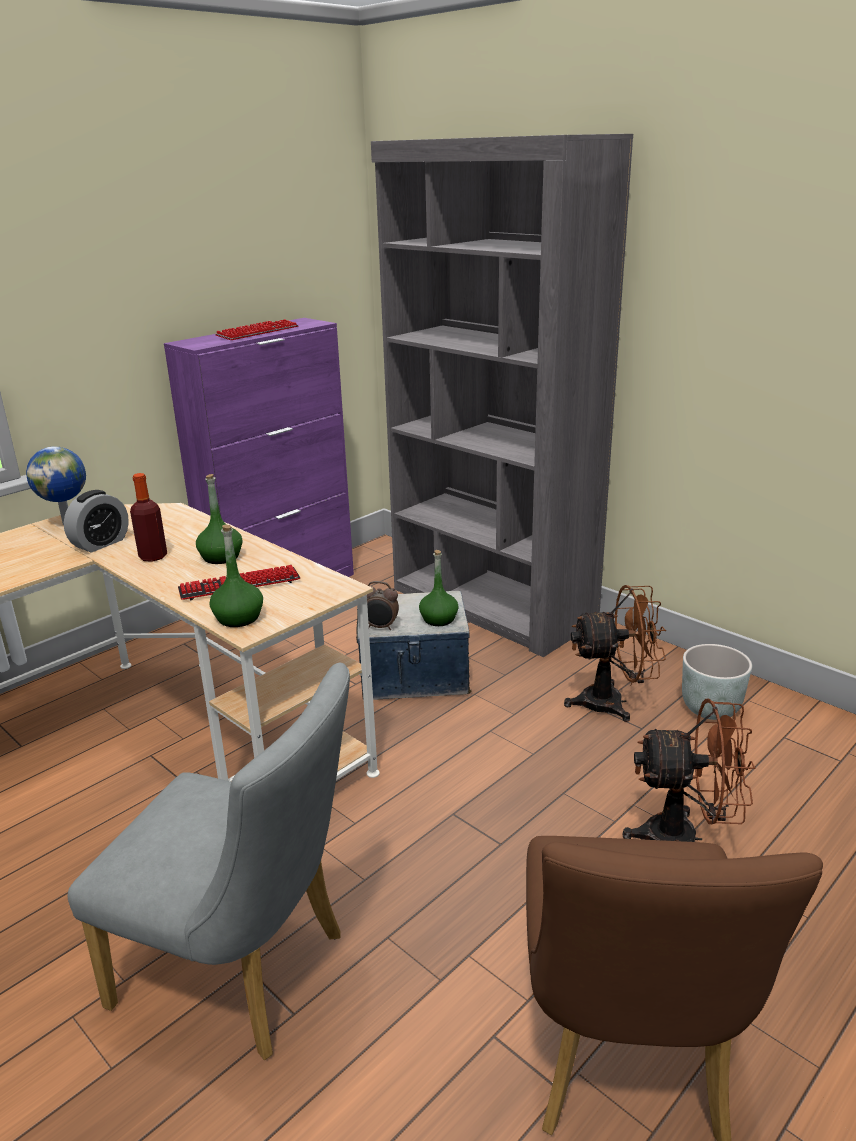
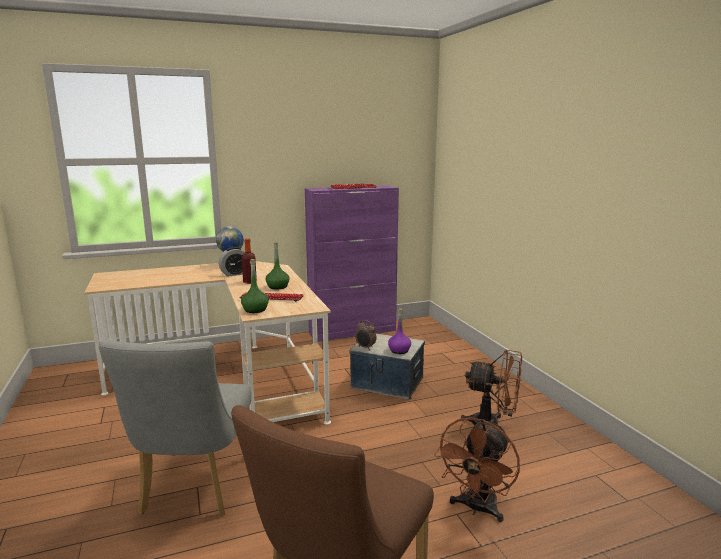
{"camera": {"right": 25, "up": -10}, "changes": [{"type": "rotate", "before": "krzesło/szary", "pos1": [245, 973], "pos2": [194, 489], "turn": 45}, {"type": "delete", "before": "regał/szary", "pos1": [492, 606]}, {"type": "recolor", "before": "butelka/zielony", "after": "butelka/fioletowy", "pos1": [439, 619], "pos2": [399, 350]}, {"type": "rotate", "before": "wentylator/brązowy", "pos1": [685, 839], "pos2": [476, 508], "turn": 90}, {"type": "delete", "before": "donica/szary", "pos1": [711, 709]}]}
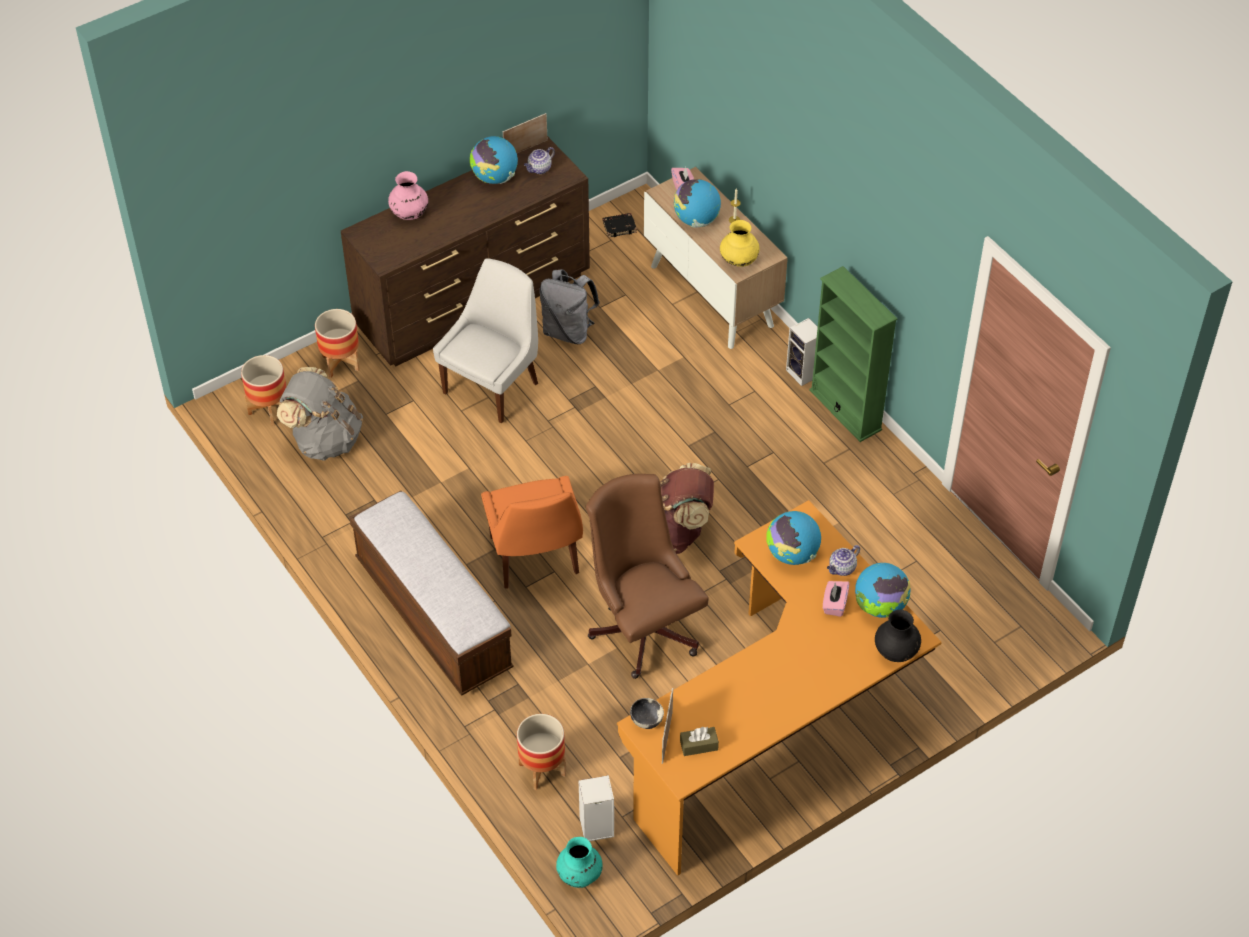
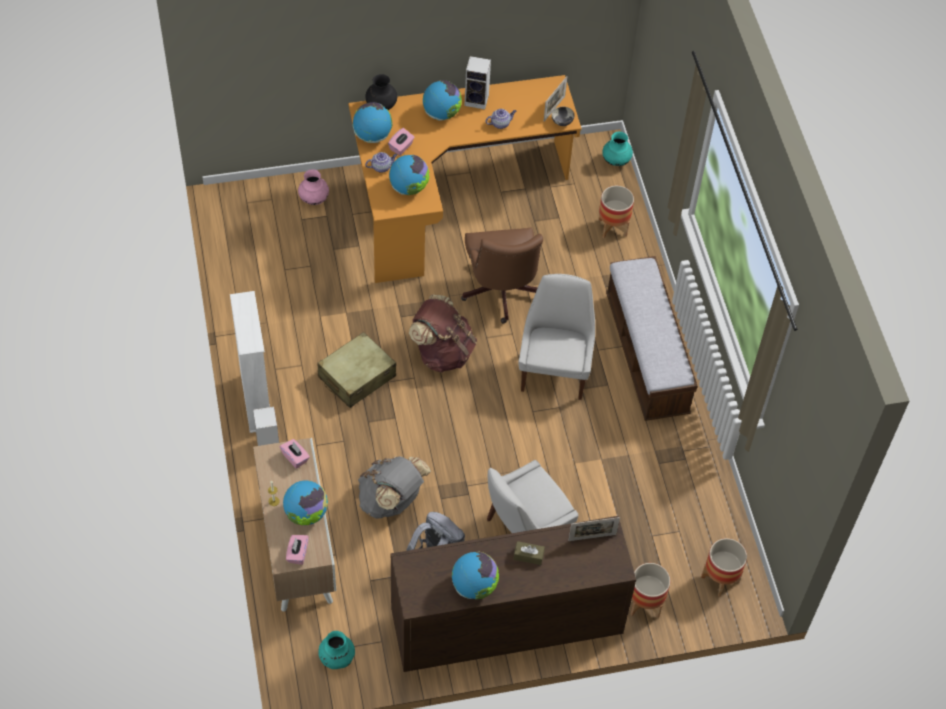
{"camera": {"right": -160, "up": 5}, "changes": [{"type": "move", "before": "plecak/szary", "pos1": [325, 439], "pos2": [391, 501]}, {"type": "move", "before": "wazon/różowy", "pos1": [409, 214], "pos2": [314, 199]}, {"type": "recolor", "before": "krzesło/pomarańczowy", "after": "krzesło/biały", "pos1": [535, 558], "pos2": [555, 370]}, {"type": "move", "before": "ramka na zdjęcie", "pos1": [525, 149], "pos2": [592, 537]}, {"type": "move", "before": "imbryk", "pos1": [539, 169], "pos2": [500, 123]}, {"type": "move", "before": "głośnik", "pos1": [595, 828], "pos2": [477, 100]}, {"type": "replace", "before": "książka/czarny", "after": "wazon/turkusowy", "pos1": [619, 227], "pos2": [337, 658]}, {"type": "move", "before": "pudełko chusteczek/brązowy", "pos1": [699, 745], "pos2": [528, 556]}, {"type": "replace", "before": "wazon/żółty", "after": "pudełko chusteczek/różowy", "pos1": [739, 261], "pos2": [295, 458]}, {"type": "recolor", "before": "regał/zielony", "after": "regał/biały", "pos1": [845, 410], "pos2": [256, 401]}, {"type": "insert", "after": "walizka/beżowy", "pos2": [356, 377]}, {"type": "insert", "after": "globus", "pos2": [441, 113]}]}
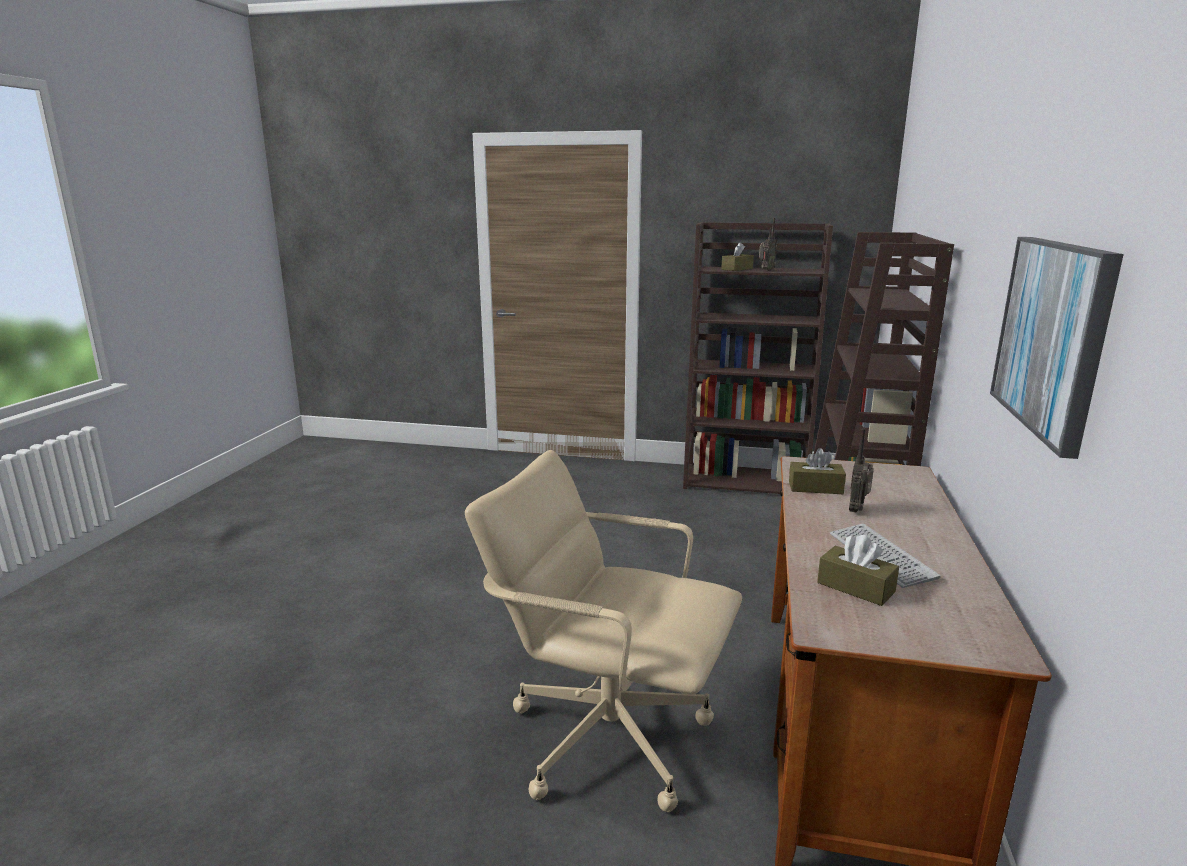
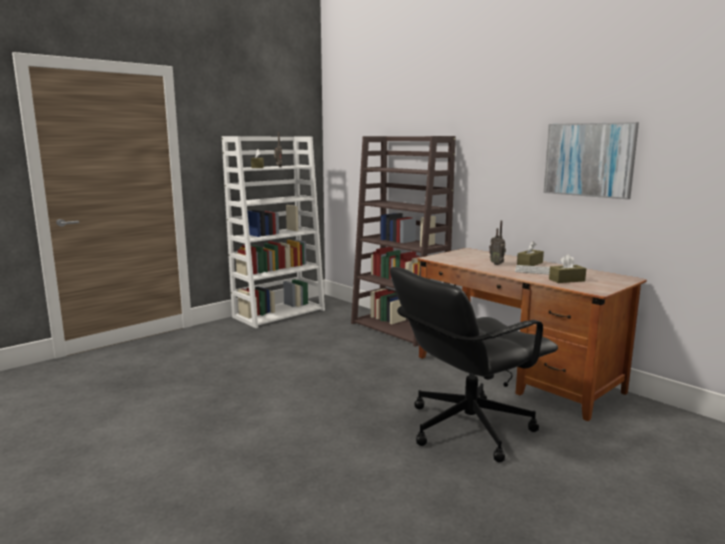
{"camera": {"right": -55, "up": -5}, "changes": [{"type": "recolor", "before": "krzesło biurowe/beżowy", "after": "krzesło biurowe/czarny", "pos1": [607, 735], "pos2": [467, 427]}, {"type": "recolor", "before": "regał/brązowy", "after": "regał/biały", "pos1": [746, 481], "pos2": [279, 313]}, {"type": "move", "before": "pudełko chusteczek/brązowy", "pos1": [815, 488], "pos2": [530, 263]}]}
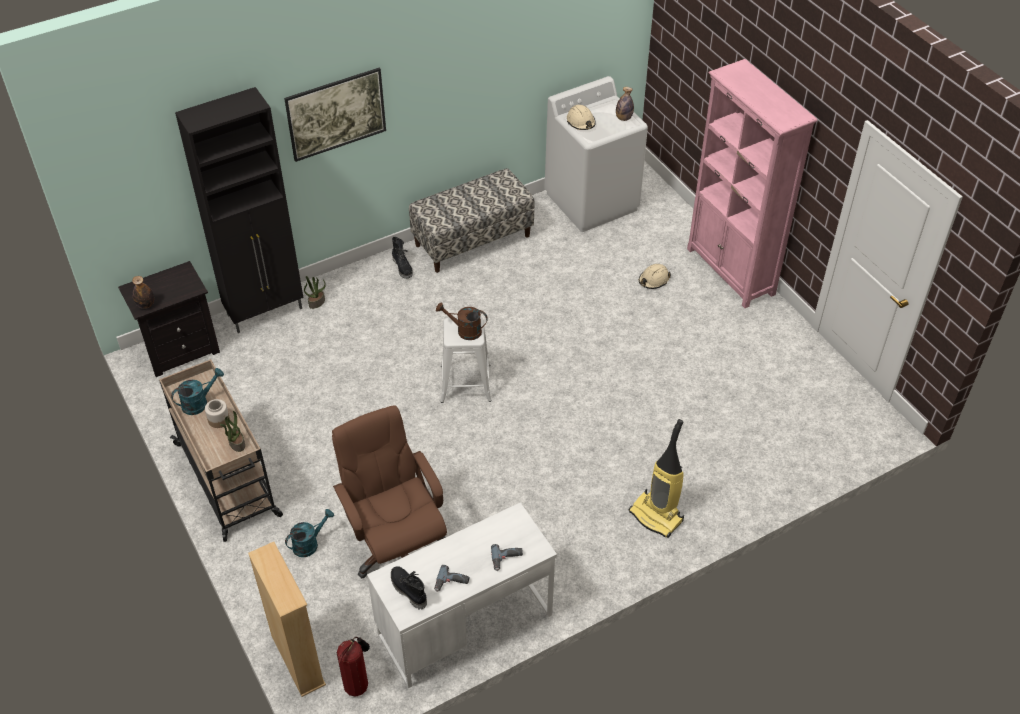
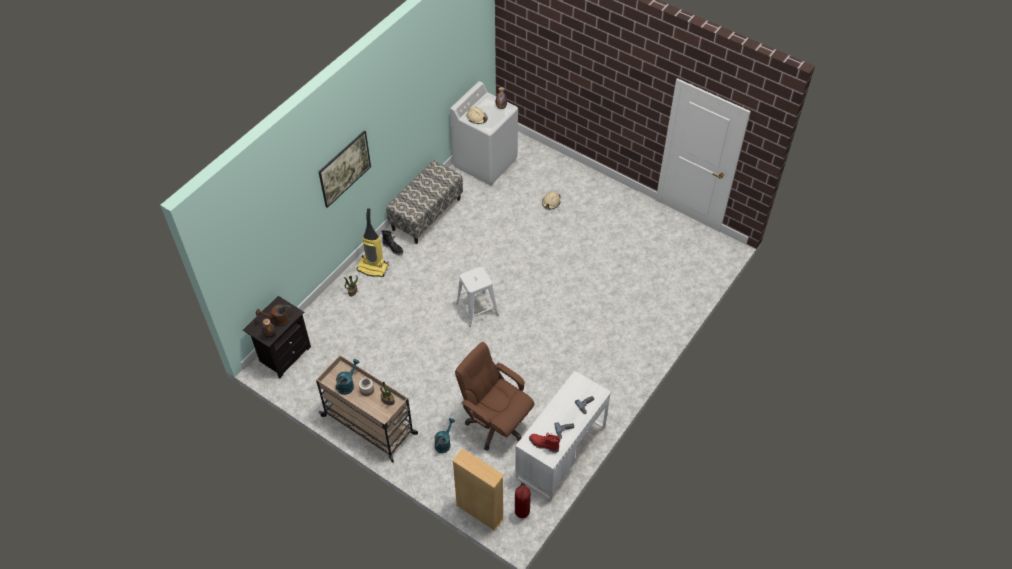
{"camera": {"right": -25, "up": 5}, "changes": [{"type": "delete", "before": "szafka/czarny", "pos1": [266, 311]}, {"type": "recolor", "before": "but z cholewką/czarny", "after": "but z cholewką/czerwony", "pos1": [407, 590], "pos2": [543, 445]}, {"type": "move", "before": "konewka/brązowy", "pos1": [464, 331], "pos2": [278, 320]}, {"type": "move", "before": "odkurzacz", "pos1": [657, 516], "pos2": [373, 267]}, {"type": "delete", "before": "regał/różowy", "pos1": [731, 272]}]}
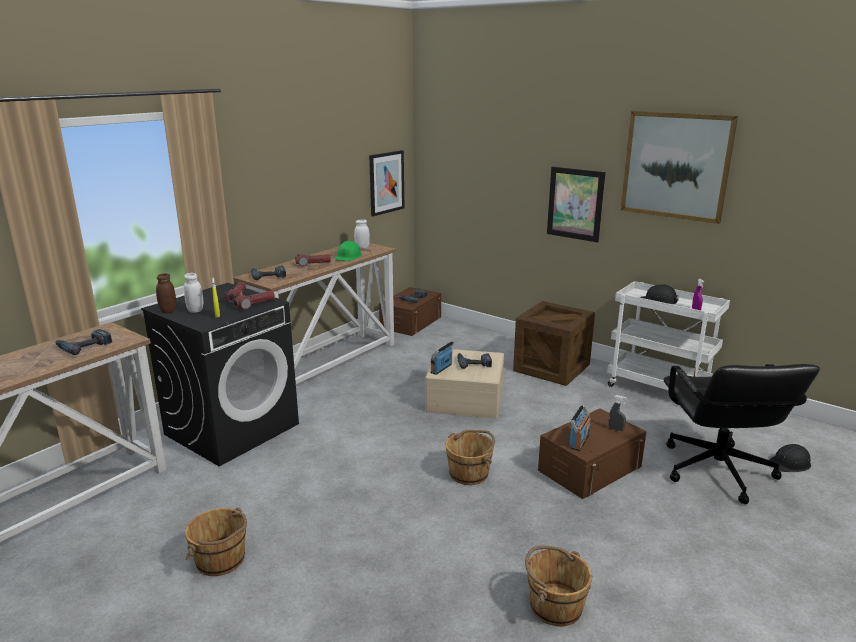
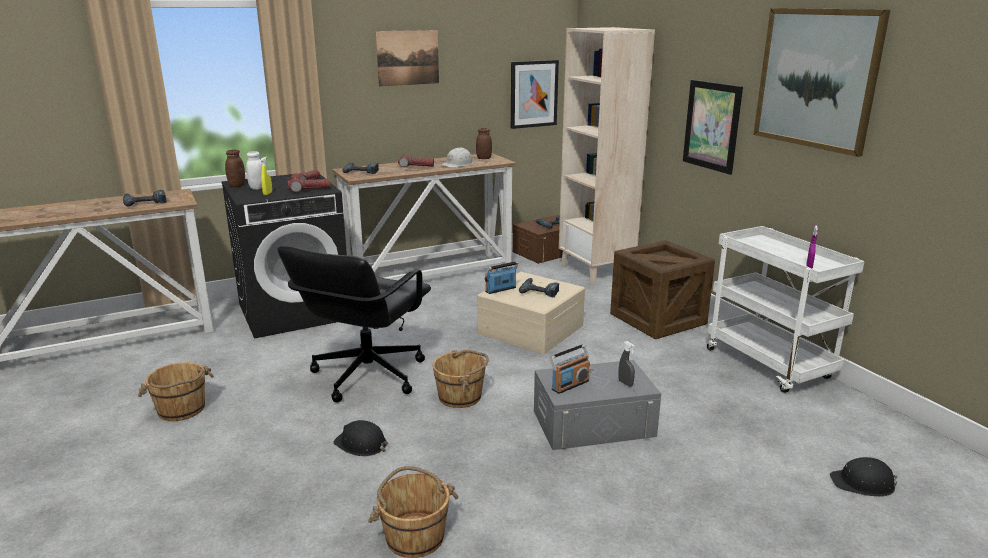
{"camera": {"right": 25, "up": 0}, "changes": [{"type": "recolor", "before": "kask/zielony", "after": "kask/biały", "pos1": [348, 257], "pos2": [458, 164]}, {"type": "recolor", "before": "słoik/biały", "after": "słoik/brązowy", "pos1": [362, 247], "pos2": [484, 158]}, {"type": "recolor", "before": "pojemnik do przechowywania/brązowy", "after": "pojemnik do przechowywania/szary", "pos1": [590, 468], "pos2": [593, 423]}, {"type": "move", "before": "kask/czarny", "pos1": [659, 301], "pos2": [361, 444]}, {"type": "move", "before": "krzesło biurowe/czarny", "pos1": [716, 471], "pos2": [366, 375]}, {"type": "insert", "after": "obraz", "pos2": [408, 58]}, {"type": "insert", "after": "regał/beżowy", "pos2": [596, 270]}]}
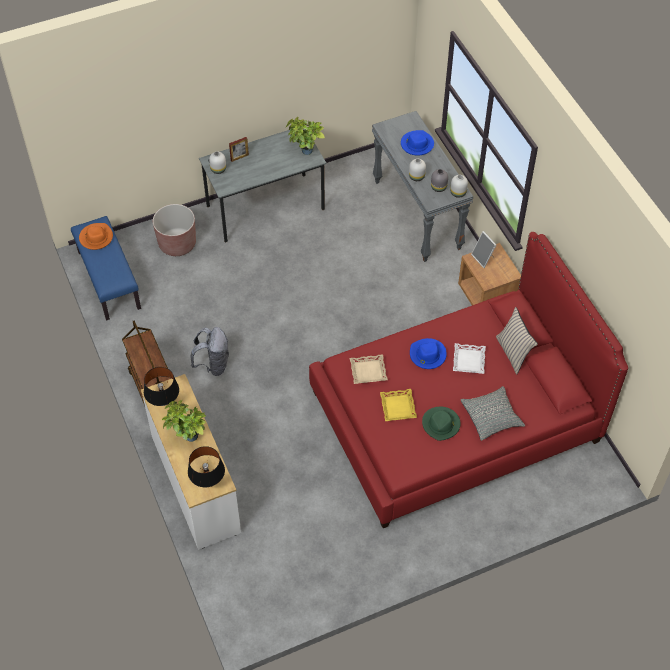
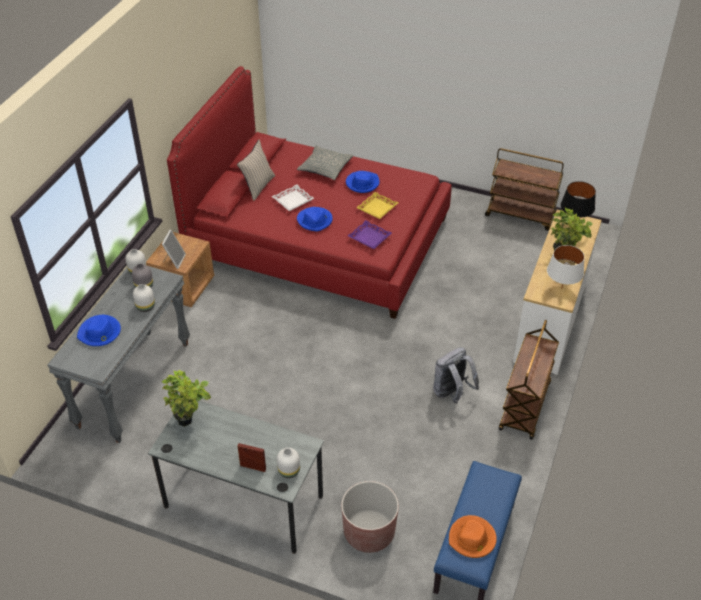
{"camera": {"right": -135, "up": -10}, "changes": [{"type": "recolor", "before": "lampa stołowa/czarny", "after": "lampa stołowa/biały", "pos1": [163, 403], "pos2": [561, 289]}, {"type": "recolor", "before": "taca/beżowy", "after": "taca/fioletowy", "pos1": [368, 371], "pos2": [369, 237]}, {"type": "recolor", "before": "kapelusz/zielony", "after": "kapelusz/niebieski", "pos1": [441, 424], "pos2": [362, 183]}, {"type": "insert", "after": "wózek/brązowy", "pos2": [521, 215]}]}
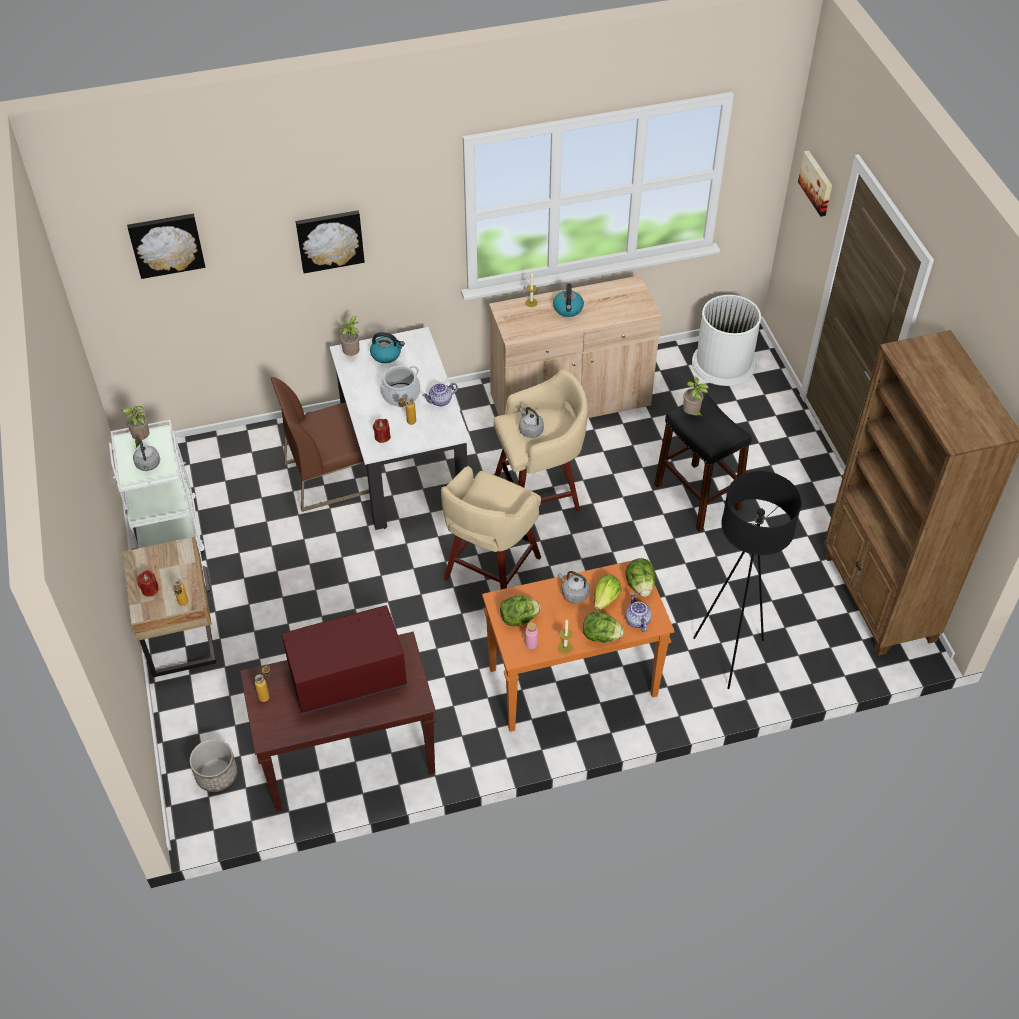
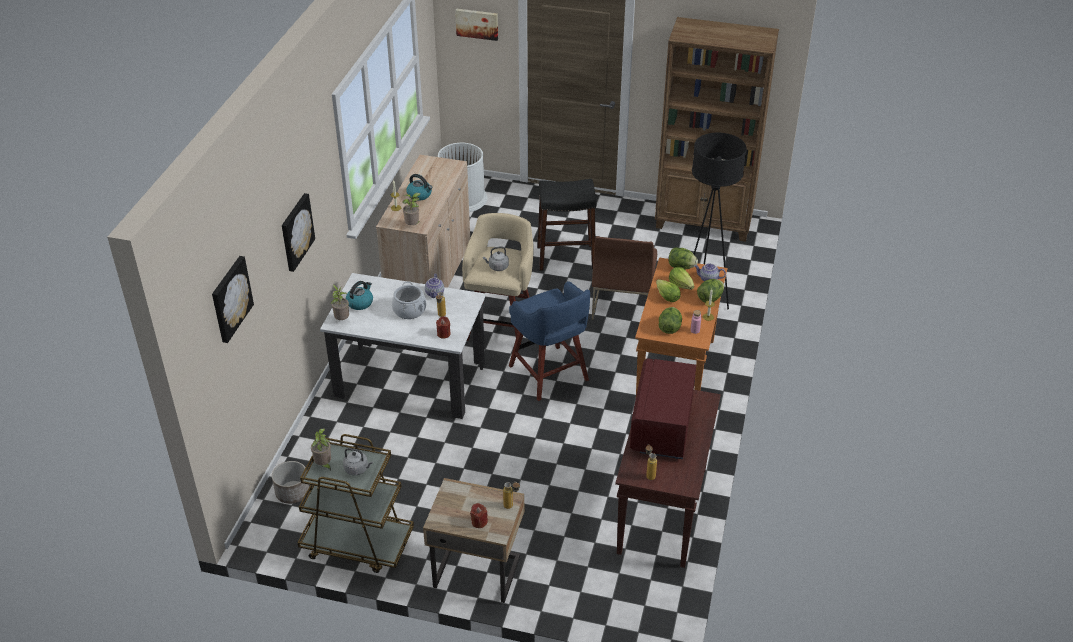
{"camera": {"right": -60, "up": -10}, "changes": [{"type": "recolor", "before": "wózek/biały", "after": "wózek/brązowy", "pos1": [169, 533], "pos2": [357, 544]}, {"type": "move", "before": "donica", "pos1": [216, 774], "pos2": [292, 492]}, {"type": "move", "before": "krzesło/brązowy", "pos1": [328, 476], "pos2": [622, 303]}, {"type": "recolor", "before": "stołek/beżowy", "after": "stołek/niebieski", "pos1": [490, 570], "pos2": [549, 375]}, {"type": "replace", "before": "czajnik/szary", "after": "sałata", "pos1": [573, 594], "pos2": [666, 297]}, {"type": "move", "before": "roślina doniczkowa", "pos1": [692, 414], "pos2": [413, 226]}]}
